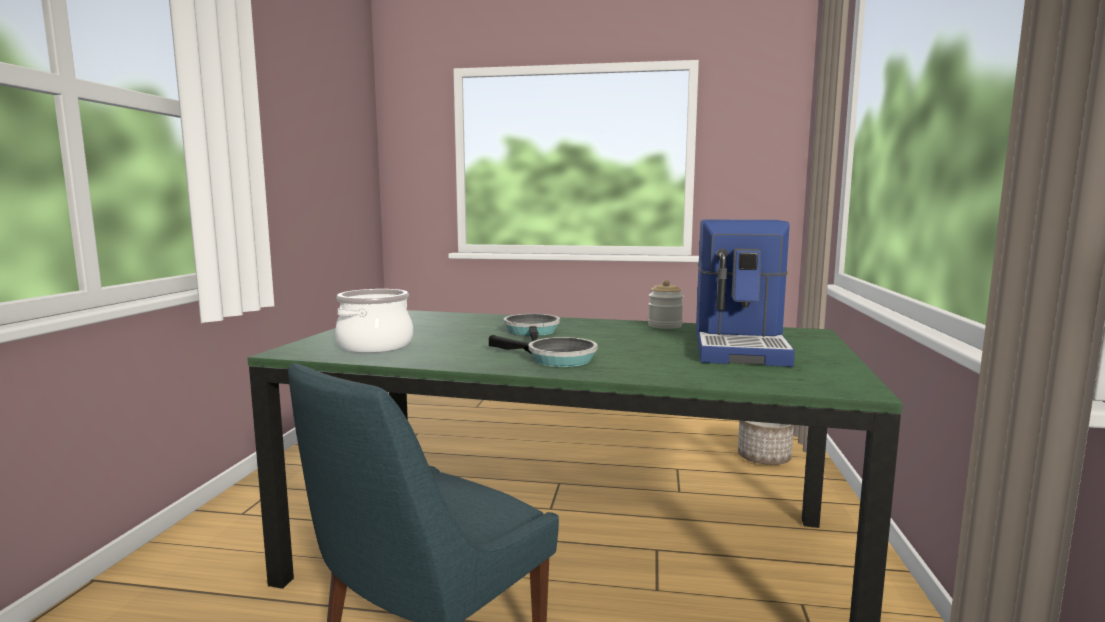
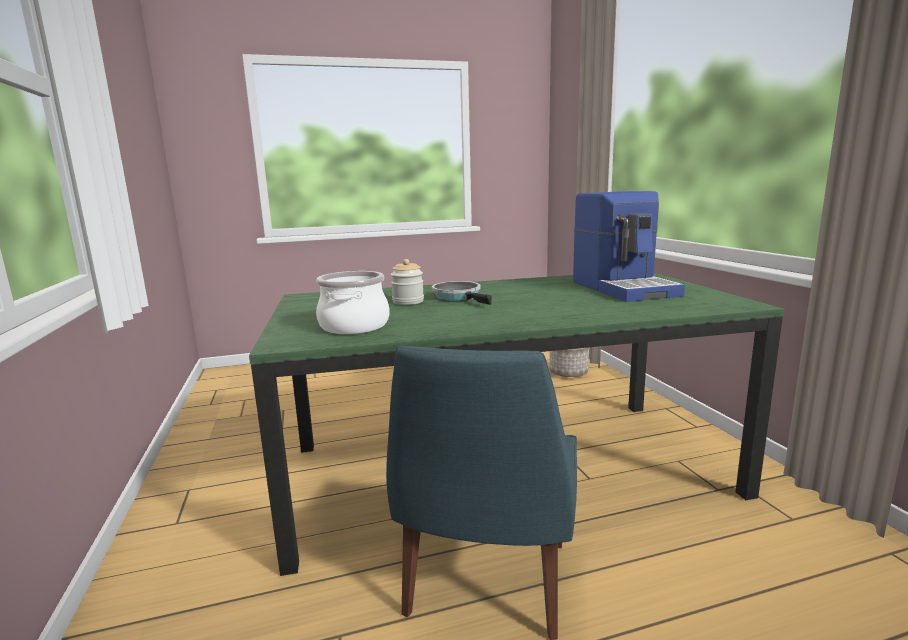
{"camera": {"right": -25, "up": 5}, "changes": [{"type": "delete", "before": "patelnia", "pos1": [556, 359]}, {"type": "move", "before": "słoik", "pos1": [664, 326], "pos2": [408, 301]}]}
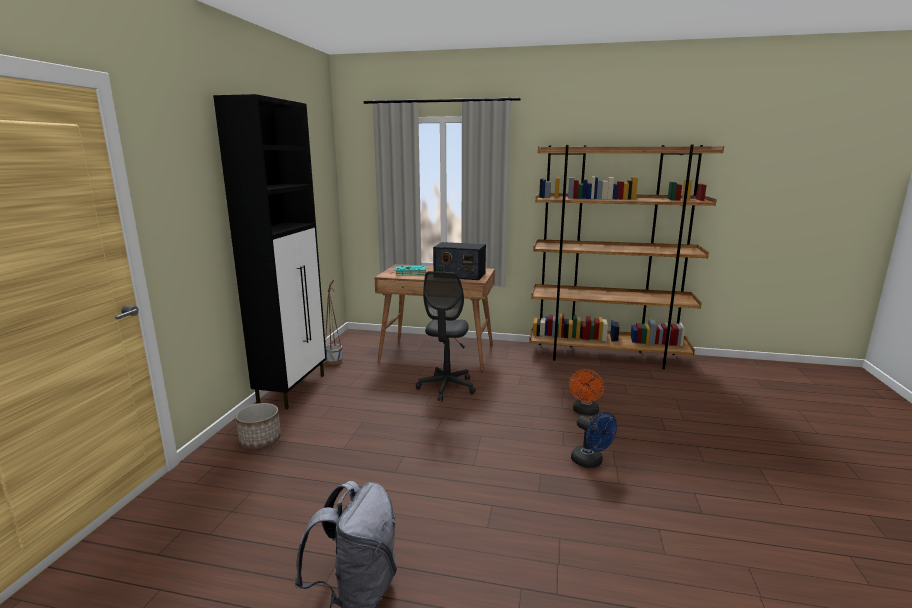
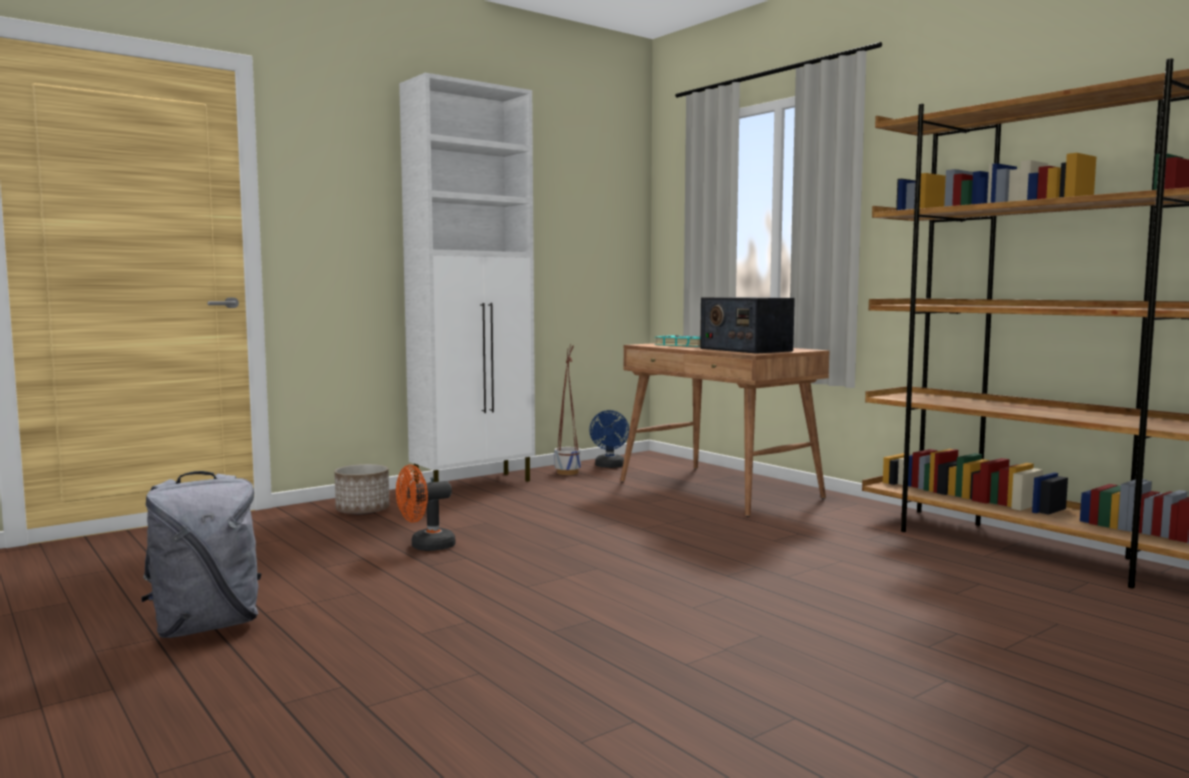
{"camera": {"right": 40, "up": -10}, "changes": [{"type": "recolor", "before": "szafka/czarny", "after": "szafka/biały", "pos1": [293, 389], "pos2": [474, 484]}, {"type": "delete", "before": "krzesło biurowe/szary", "pos1": [446, 387]}, {"type": "move", "before": "wentylator/pomarańczowy", "pos1": [585, 412], "pos2": [425, 546]}, {"type": "move", "before": "wentylator/niebieski", "pos1": [591, 462], "pos2": [609, 466]}]}
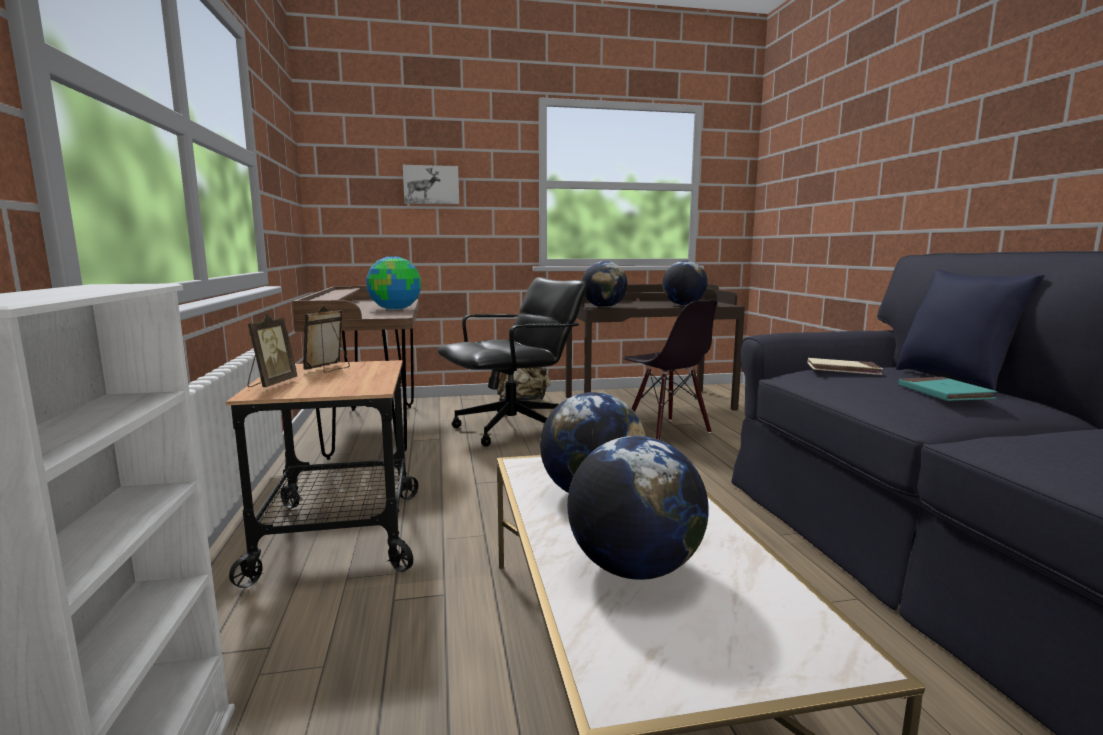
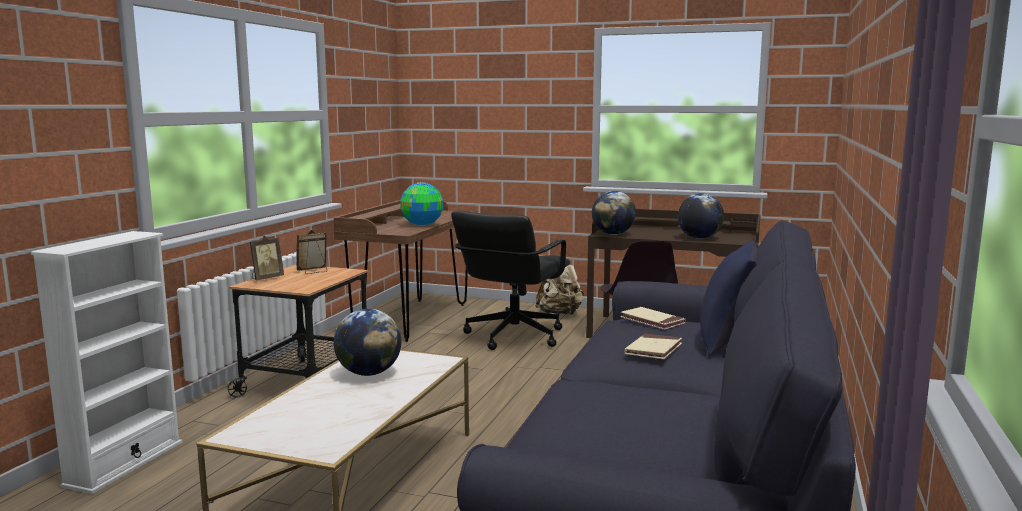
{"camera": {"right": 30, "up": 0}, "changes": [{"type": "delete", "before": "obraz", "pos1": [431, 185]}, {"type": "rotate", "before": "krzesło biurowe/czarny", "pos1": [513, 429], "pos2": [513, 336], "turn": 120}, {"type": "delete", "before": "globus", "pos1": [634, 569]}, {"type": "recolor", "before": "książka/turkusowy", "after": "książka/beżowy", "pos1": [944, 393], "pos2": [653, 350]}]}
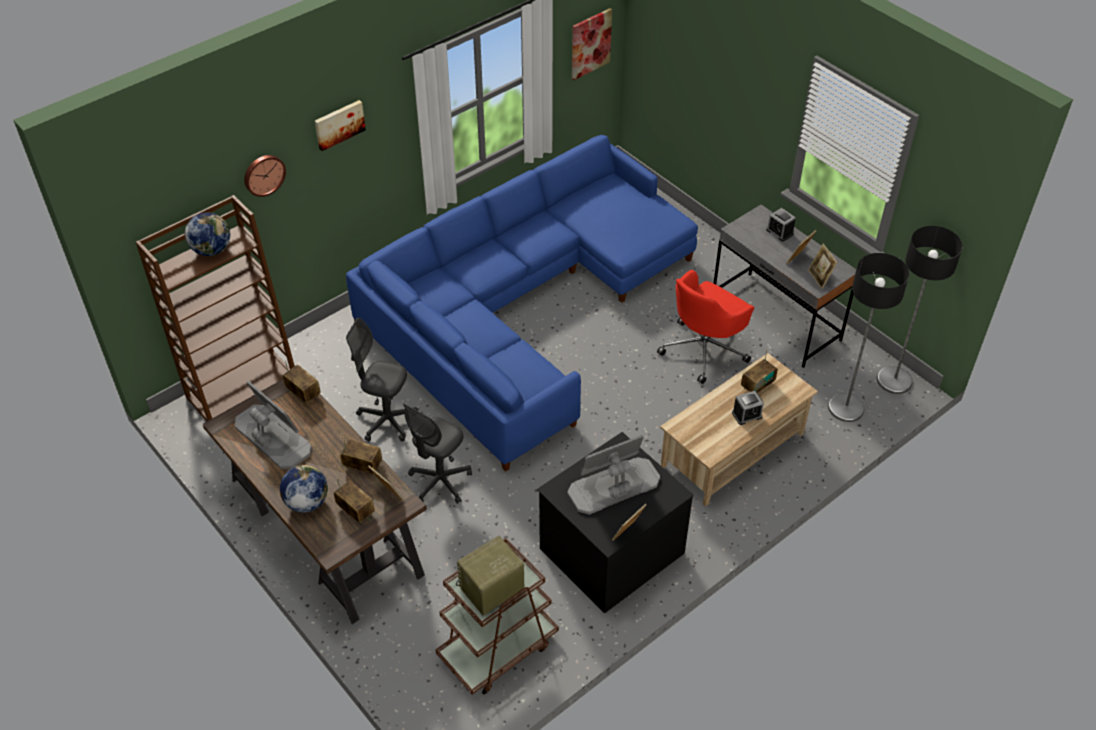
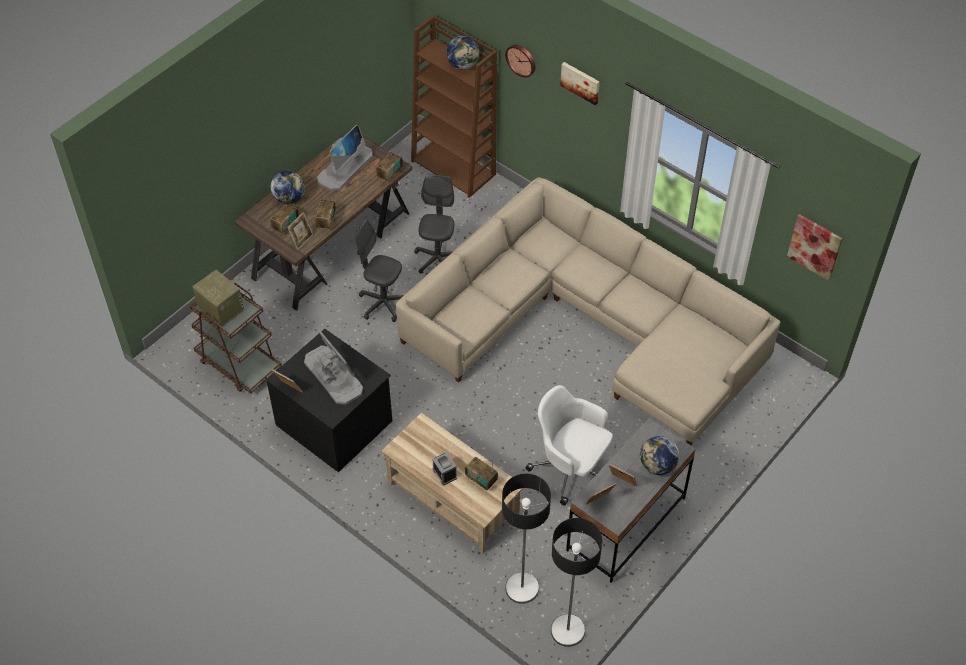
{"camera": {"right": 80, "up": 5}, "changes": [{"type": "recolor", "before": "kanapa/niebieski", "after": "kanapa/beżowy", "pos1": [522, 307], "pos2": [588, 325]}, {"type": "recolor", "before": "krzesło biurowe/czerwony", "after": "krzesło biurowe/biały", "pos1": [704, 349], "pos2": [570, 468]}, {"type": "replace", "before": "budzik", "after": "globus", "pos1": [779, 232], "pos2": [657, 466]}]}
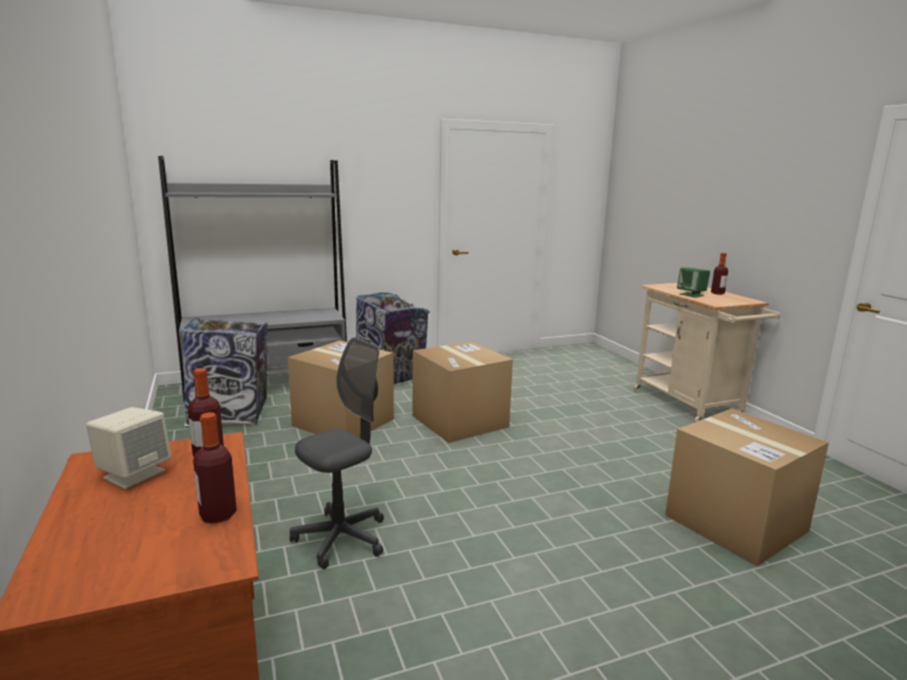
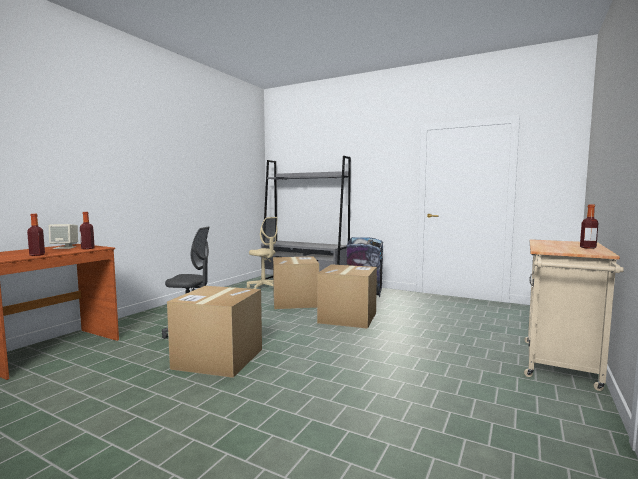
{"camera": {"right": 50, "up": -10}, "changes": [{"type": "replace", "before": "kosz na śmieci", "after": "krzesło biurowe/beżowy", "pos1": [230, 414], "pos2": [264, 288]}, {"type": "move", "before": "karton", "pos1": [735, 523], "pos2": [218, 358]}, {"type": "delete", "before": "głośnik/zielony", "pos1": [691, 295]}]}
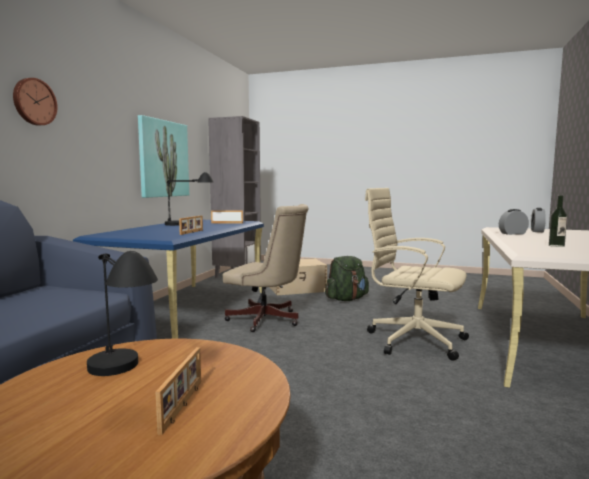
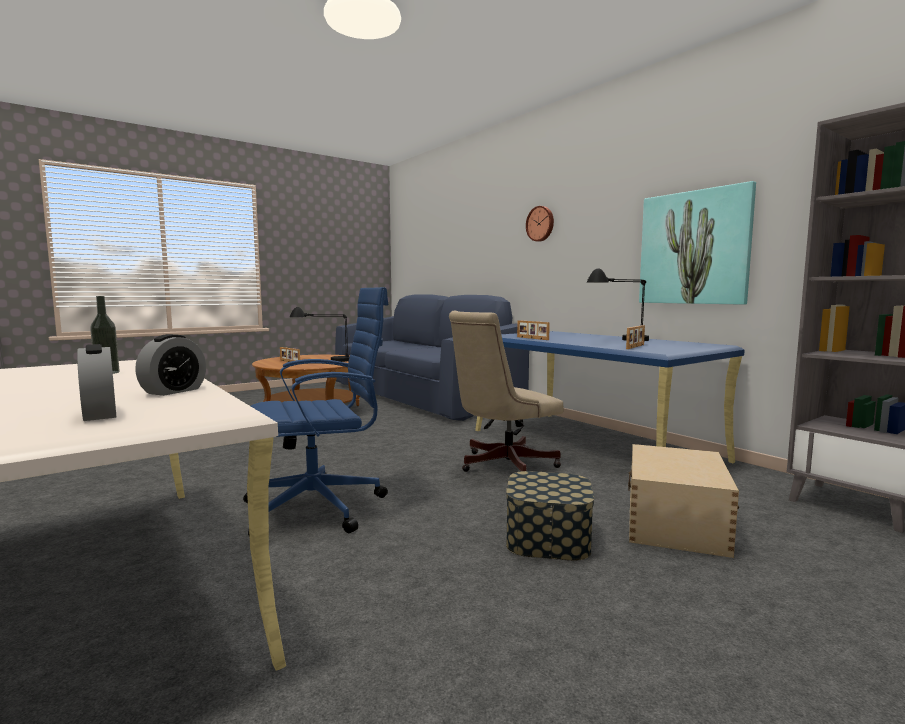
{"camera": {"right": 125, "up": 0}, "changes": [{"type": "replace", "before": "plecak/zielony", "after": "pojemnik do przechowywania", "pos1": [346, 299], "pos2": [548, 538]}, {"type": "recolor", "before": "krzesło biurowe/beżowy", "after": "krzesło biurowe/niebieski", "pos1": [413, 340], "pos2": [320, 507]}]}
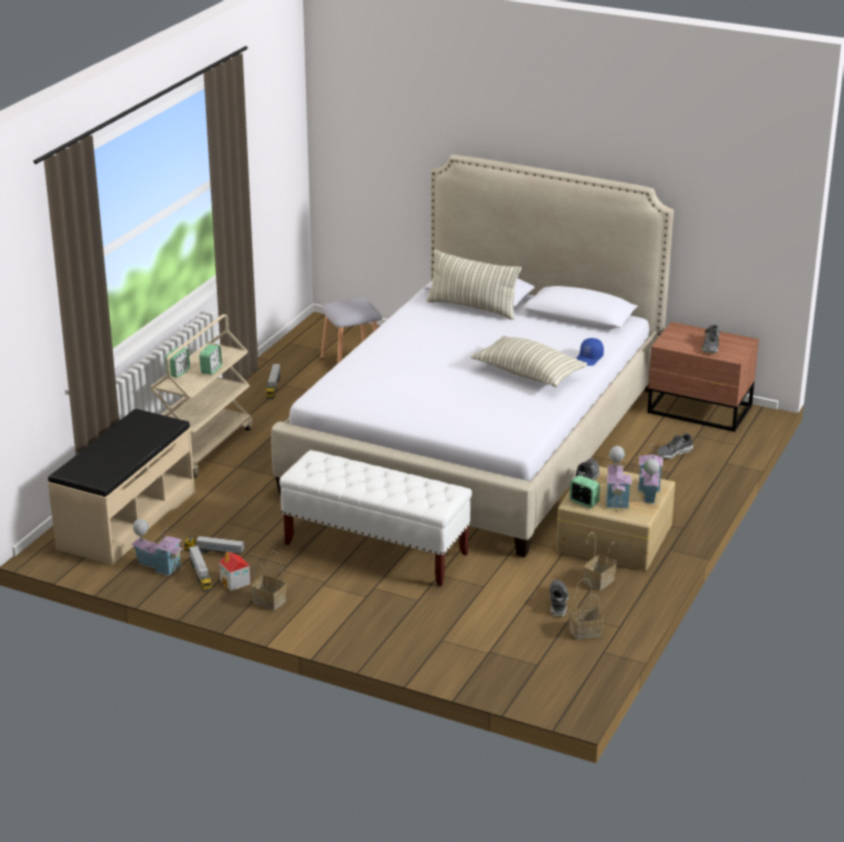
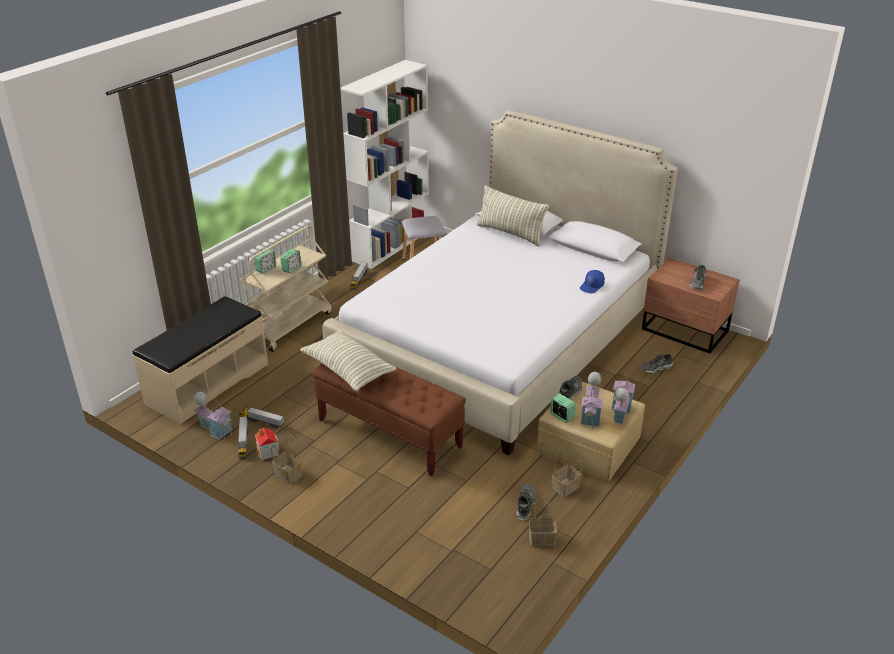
{"camera": {"right": 10, "up": 5}, "changes": [{"type": "recolor", "before": "ławka/biały", "after": "ławka/brązowy", "pos1": [376, 550], "pos2": [390, 434]}, {"type": "move", "before": "poduszka", "pos1": [528, 374], "pos2": [348, 370]}, {"type": "insert", "after": "regał/biały", "pos2": [391, 245]}]}
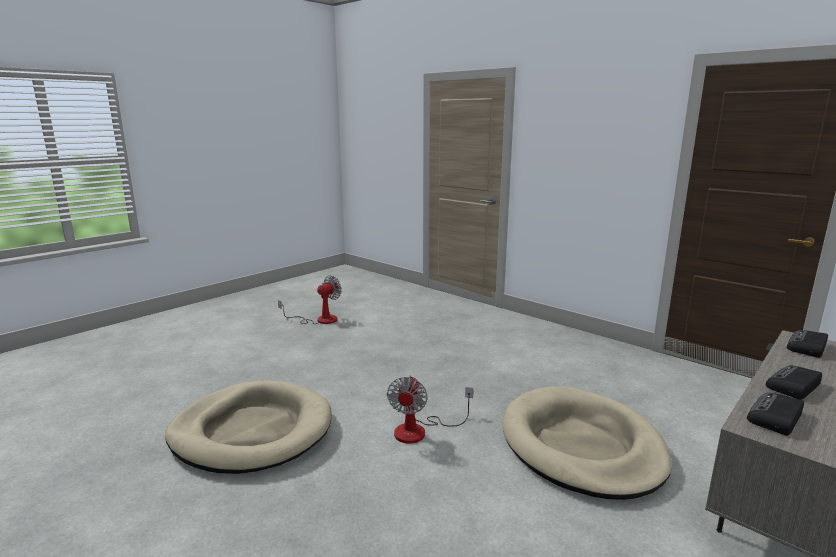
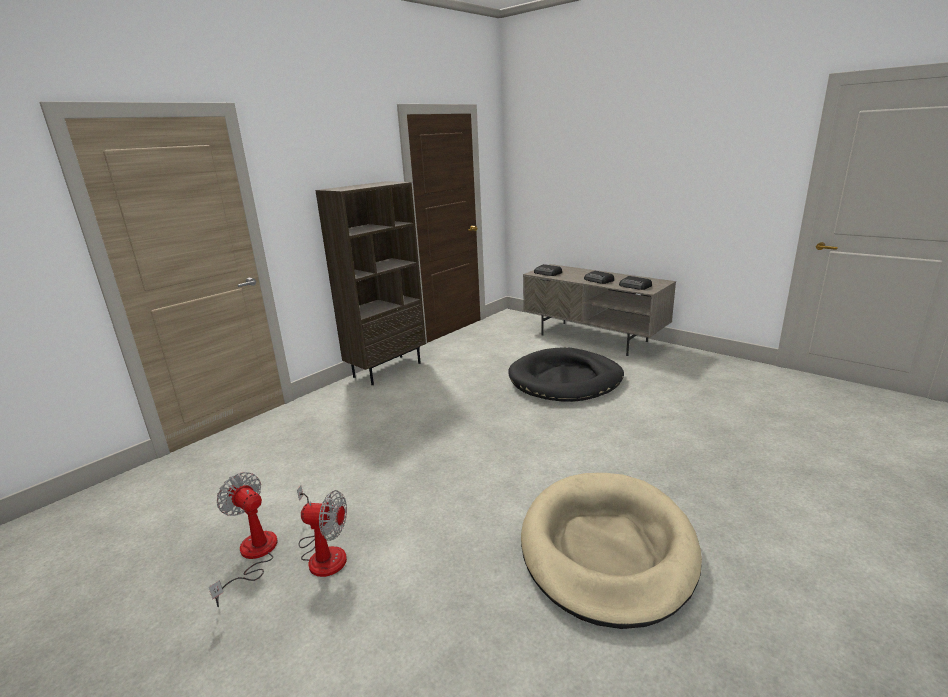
{"camera": {"right": -90, "up": 5}, "changes": [{"type": "move", "before": "wentylator", "pos1": [420, 430], "pos2": [324, 553]}, {"type": "recolor", "before": "legowisko/beżowy", "after": "legowisko/czarny", "pos1": [581, 446], "pos2": [565, 379]}, {"type": "insert", "after": "regał/brązowy", "pos2": [387, 369]}]}
